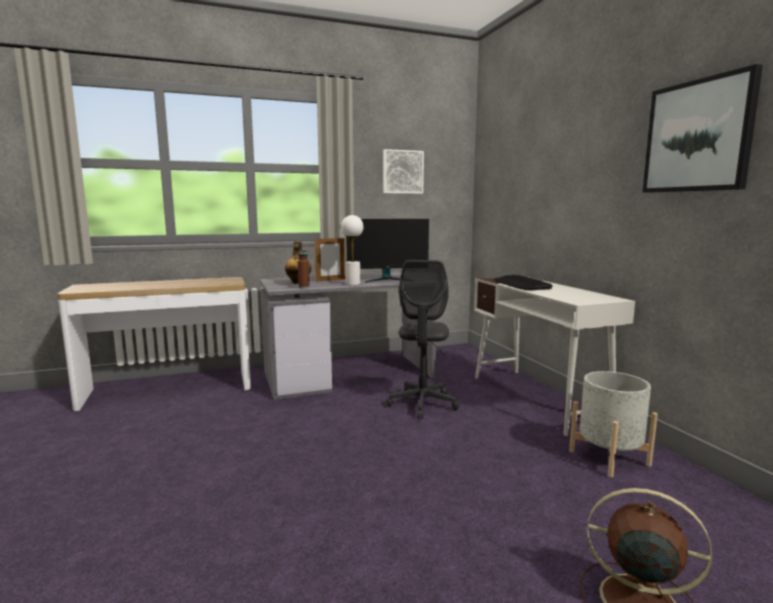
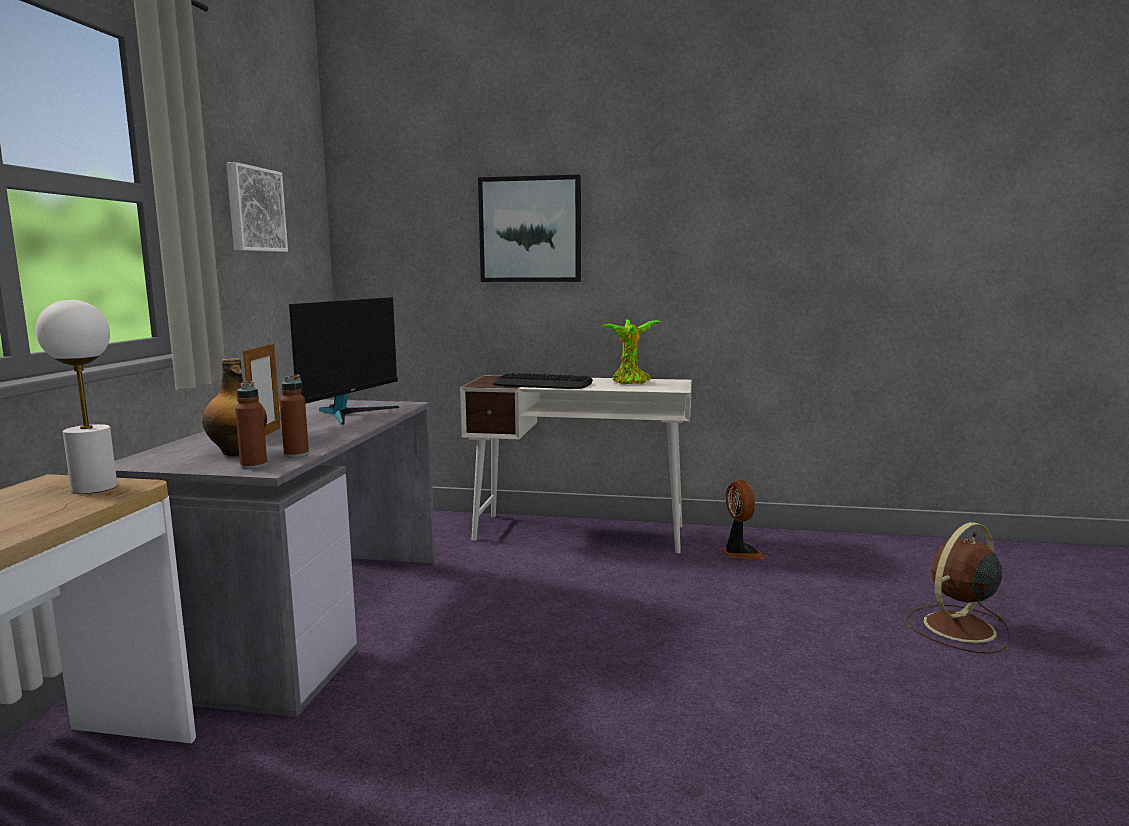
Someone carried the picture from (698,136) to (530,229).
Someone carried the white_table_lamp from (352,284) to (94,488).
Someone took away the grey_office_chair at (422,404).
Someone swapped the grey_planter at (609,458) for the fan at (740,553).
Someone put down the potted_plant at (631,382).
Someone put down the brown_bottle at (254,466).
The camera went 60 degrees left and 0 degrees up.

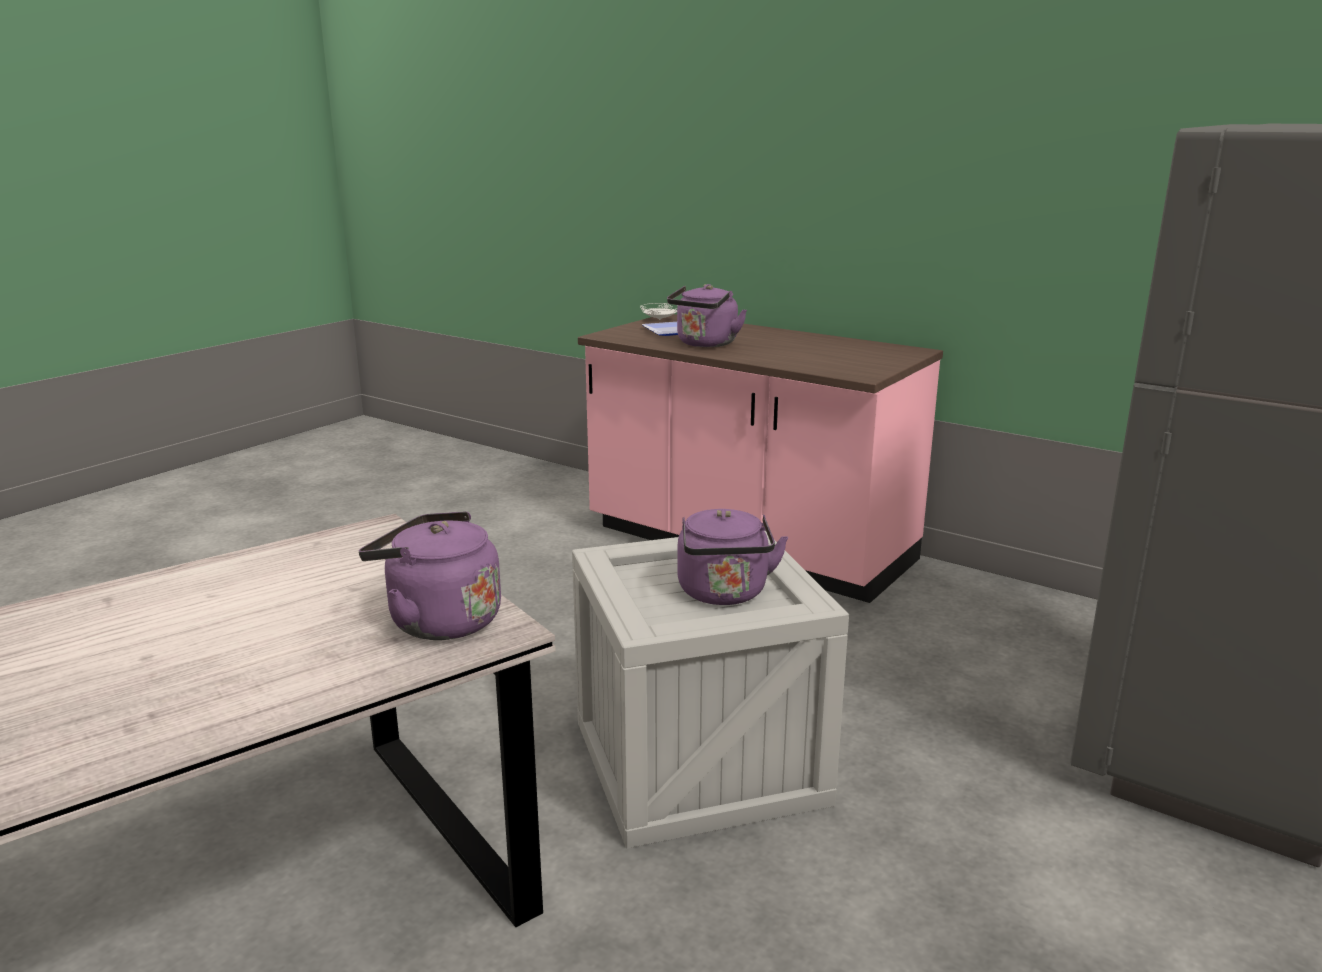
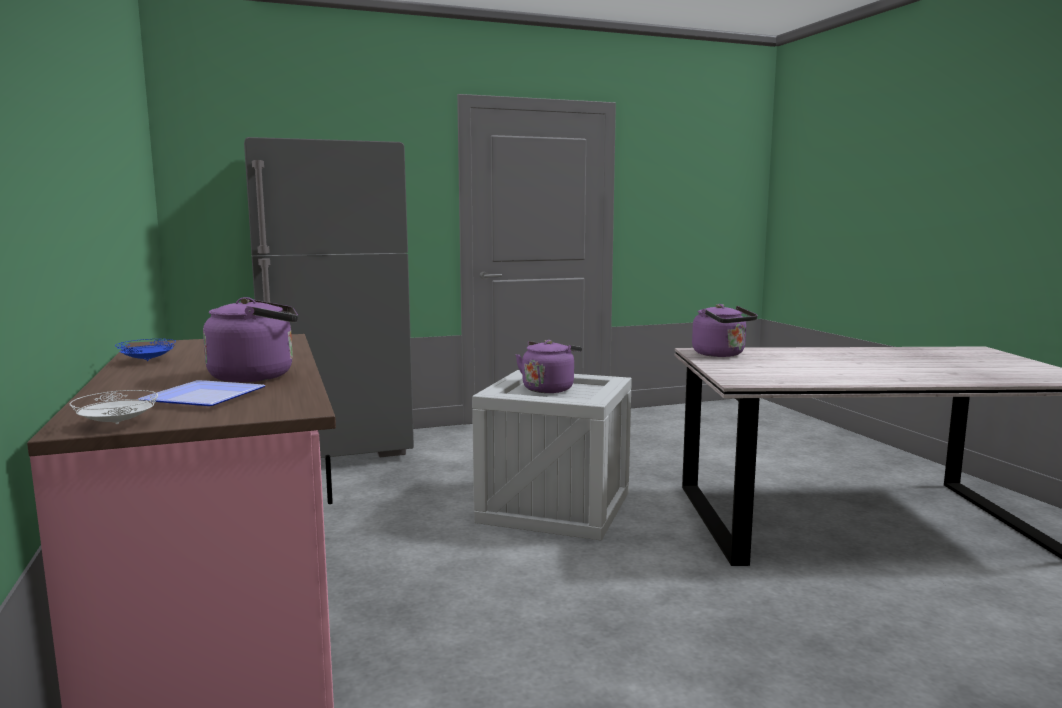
Someone put down the blue_plate at (147,361).
The camera went 145 degrees left and 10 degrees down.

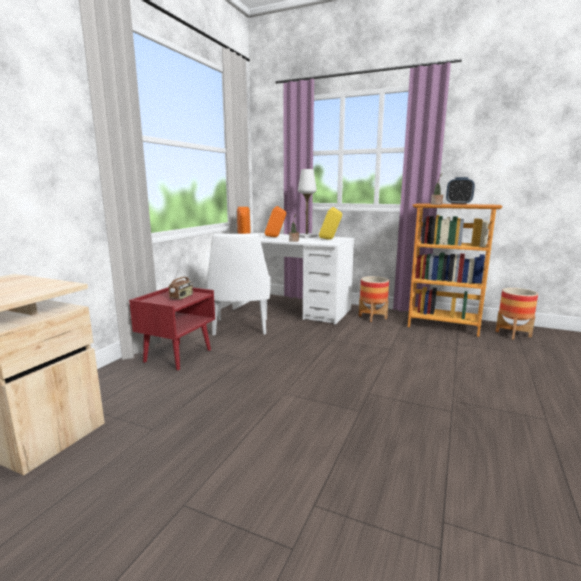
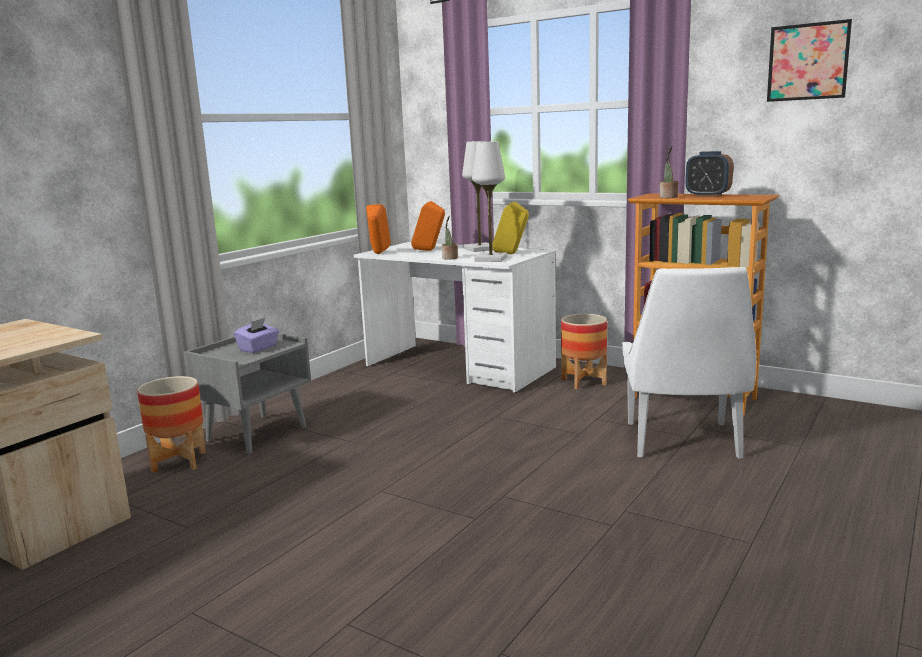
Someone carried the white_chair from (240,327) to (683,442).
Someone swapped the radio at (182,297) for the purple_tissue_box at (258,348).
Someone repainted the red_nightstand at (178,355), which became the grey_nightstand at (257,433).
Someone carried the planter from (513,334) to (179,462).
Someone put up the picture at (808,62).
Someone put down the white_table_lamp at (491,259).
The camera went 10 degrees right and 0 degrees up.

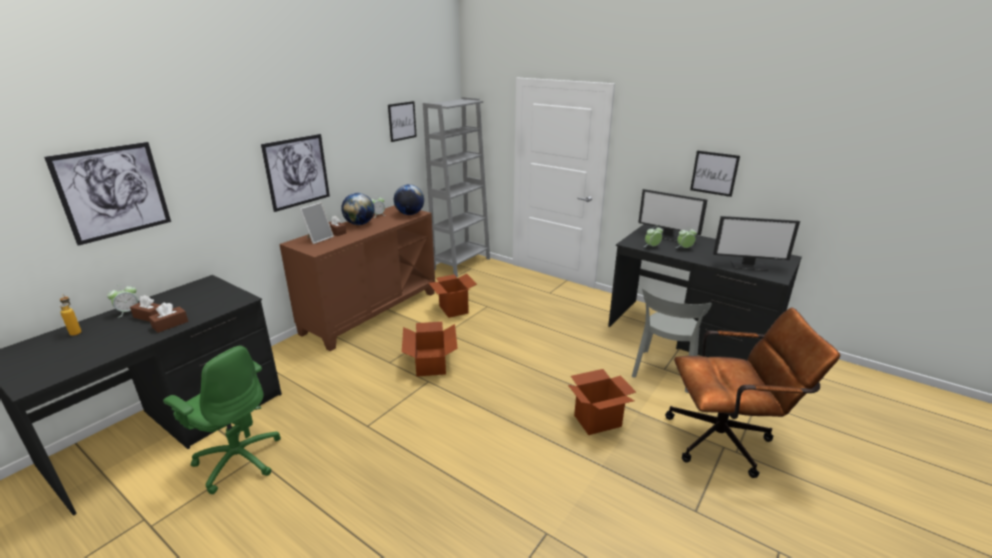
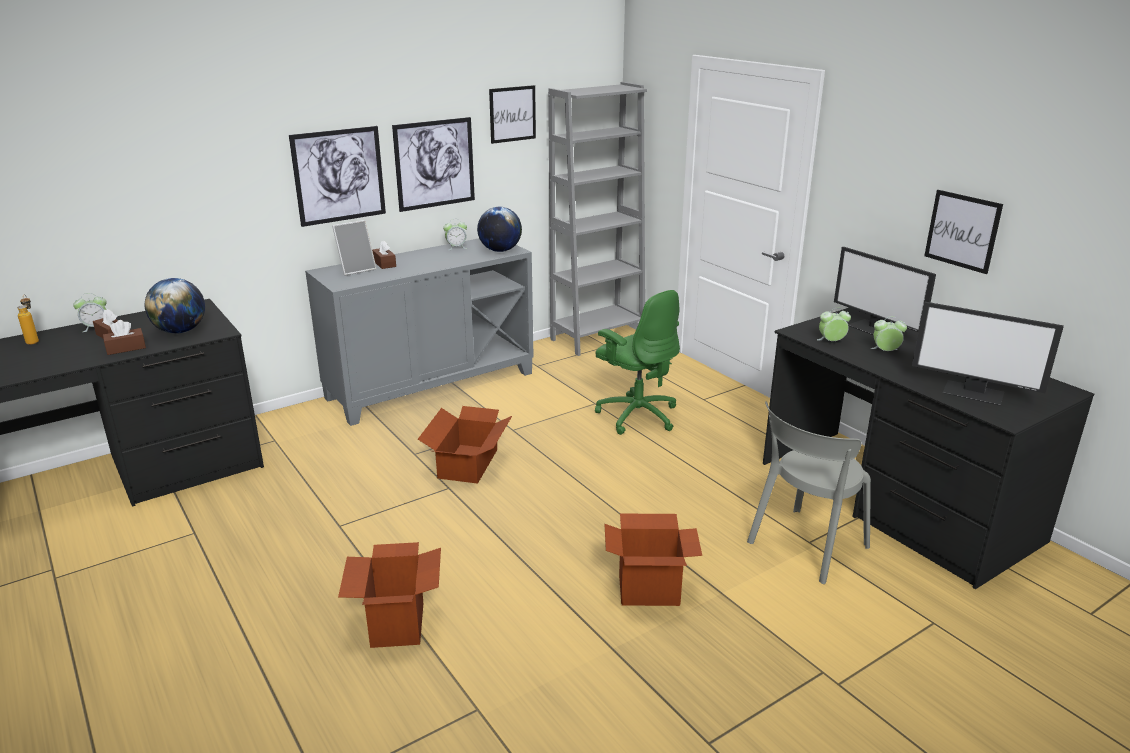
Someone carried the picture from (113,192) to (434,164).
Someone carried the globe from (359,224) to (180,331).
Someone repainted the brown_cabinet at (371,312), which became the grey_cabinet at (431,385).
Someone carried the cardboard_box from (453,309) to (397,624).
Someone took away the brown_office_chair at (727,440).
Someone carried the green_office_chair from (238,459) to (637,415).
The camera went 20 degrees right and 0 degrees up.

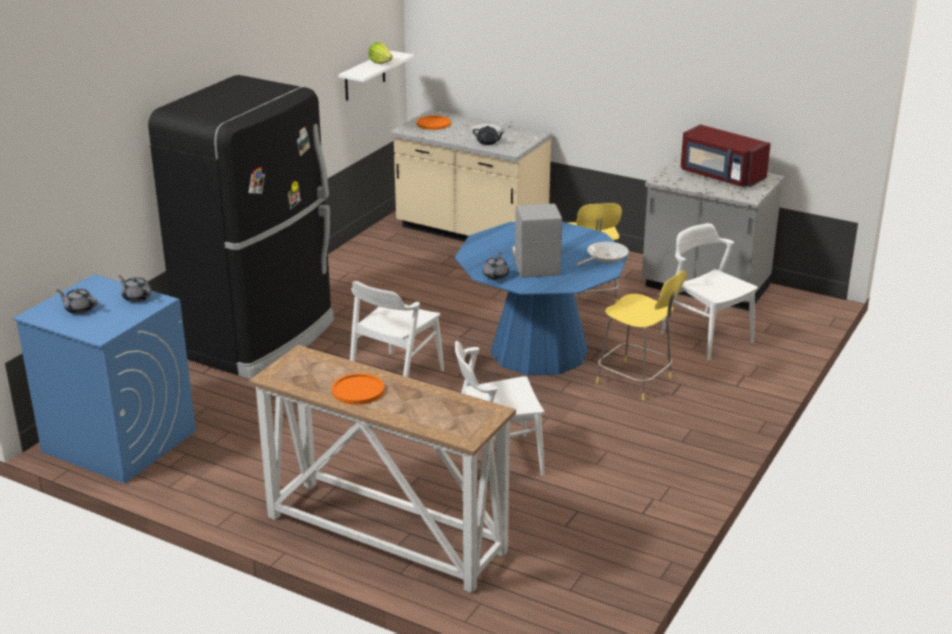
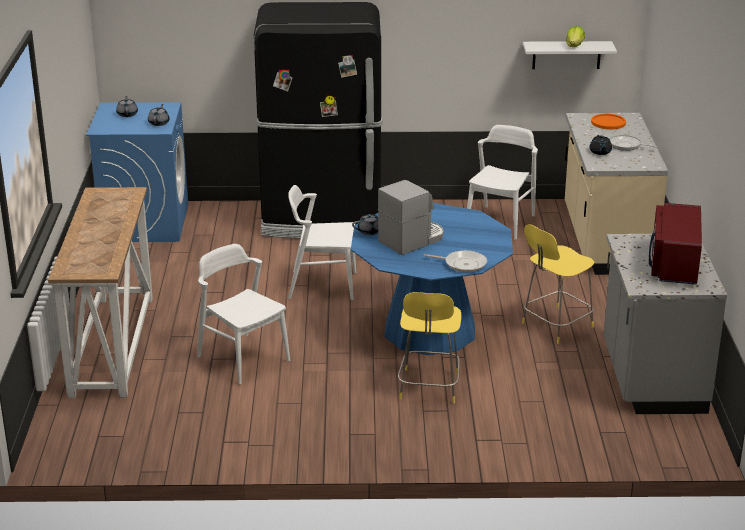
Someone carried the white_chair from (706,337) to (500,222).
Someone took away the orange_plate at (358,390).
The camera went 60 degrees right and 0 degrees up.

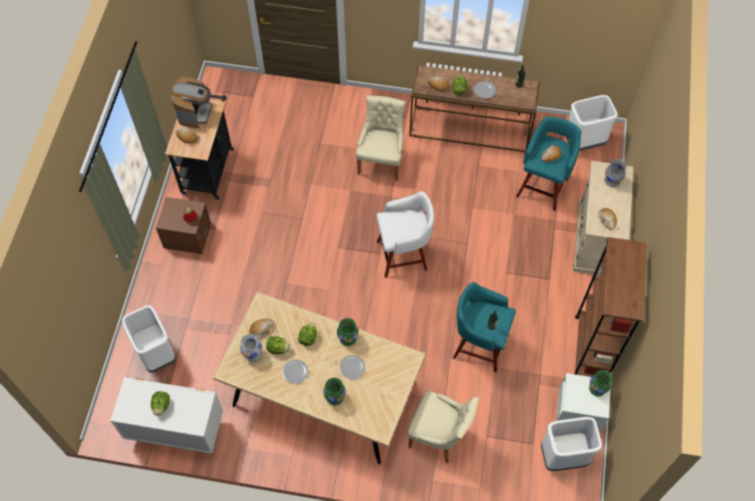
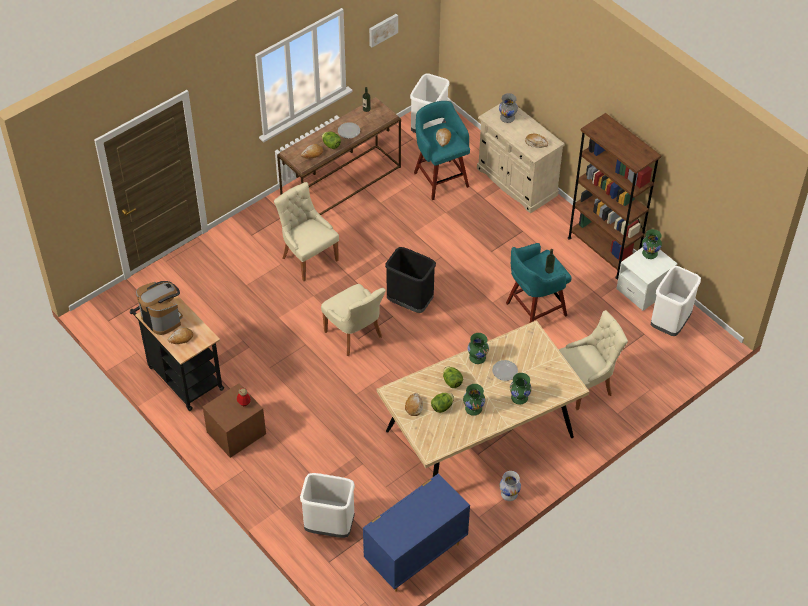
Someone swapped the white_stool at (403,255) for the black_trash_can at (410,302).
Someone carried the white_vase from (252,354) to (509,494).
Someone swapped the plate at (294,372) for the green_vase at (473,409).
Someone repainted the white_dresser at (176,430), which became the blue_dresser at (415,556).
Someone took away the lettuce at (161,405).
Someone put up the picture at (382,29).
Someone put down the beige_chair at (355,335).
The camera went 50 degrees left and 10 degrees down.

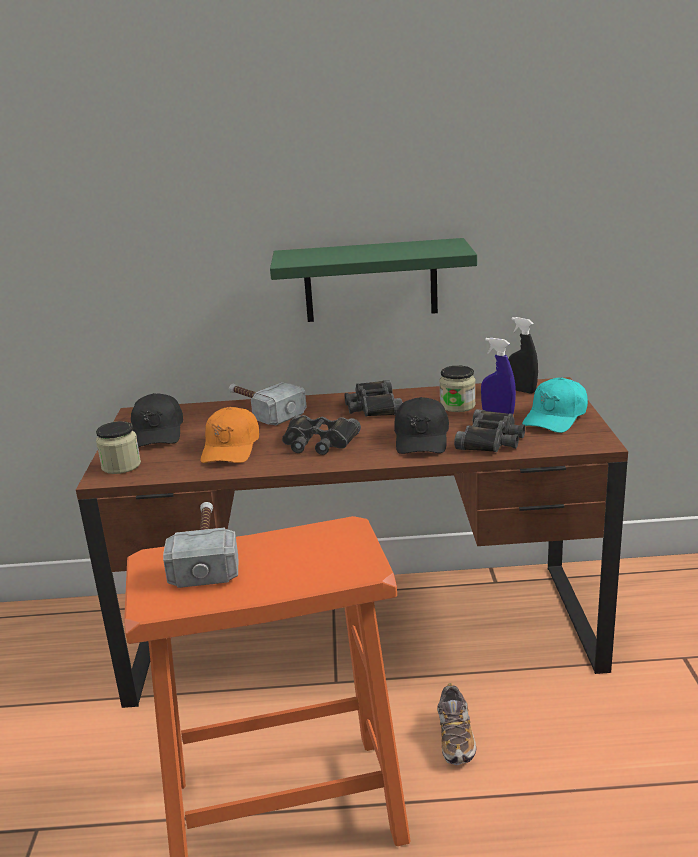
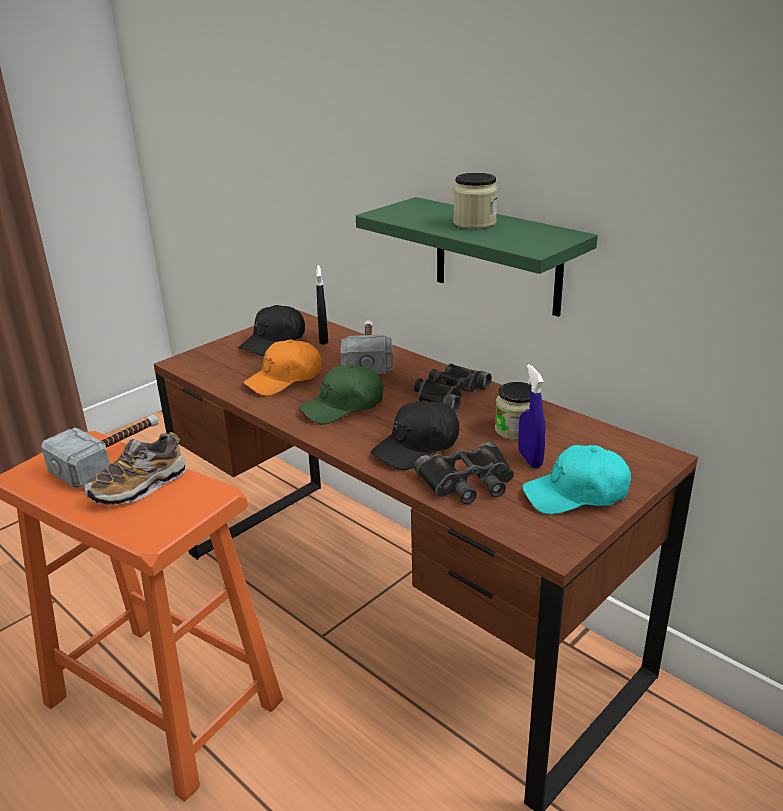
Someone carried the black_spray_bottle from (521,390) to (323,339).
Someone swapped the black_binoculars at (318,442) for the green_cap at (343,406).
Someone carried the jar from (121,465) to (474,223).
Someone carried the shoe from (455,738) to (139,487).
The camera went 45 degrees right and 5 degrees up.

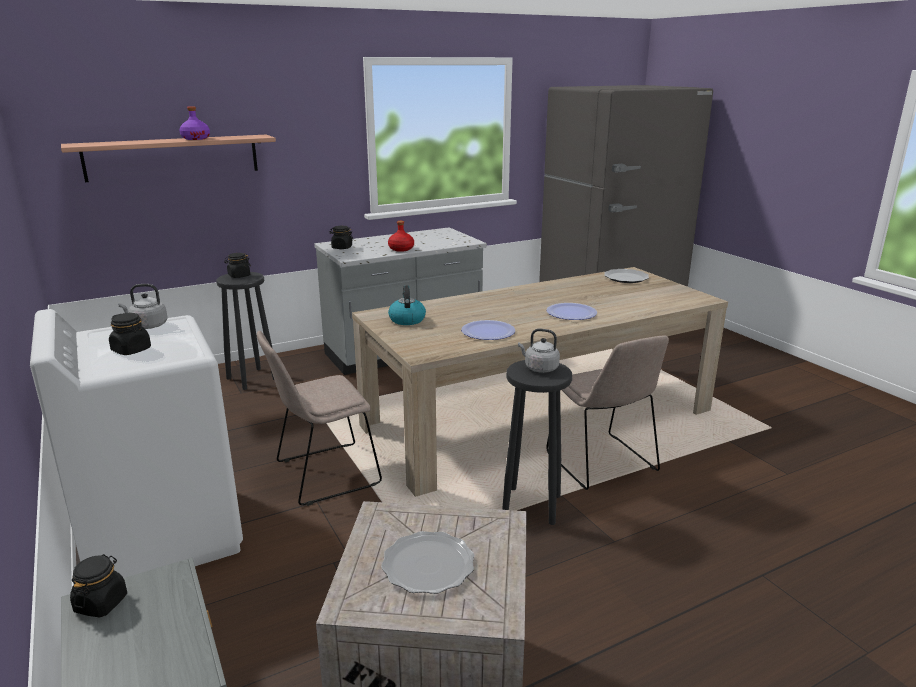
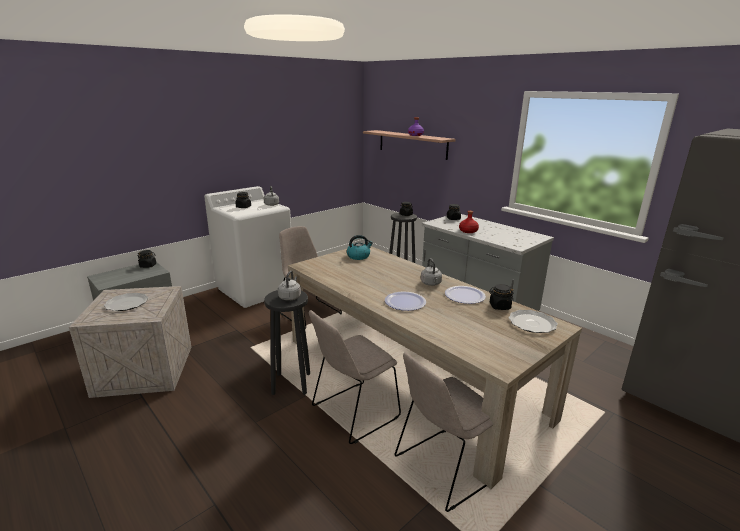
Someone carried the plate from (488,332) to (464,296).
Someone put down the grey_kettle at (431,284).
Someone put down the black_jar at (499,306).
Someone put down the beige_chair at (443,468).
The camera went 75 degrees right and 0 degrees up.

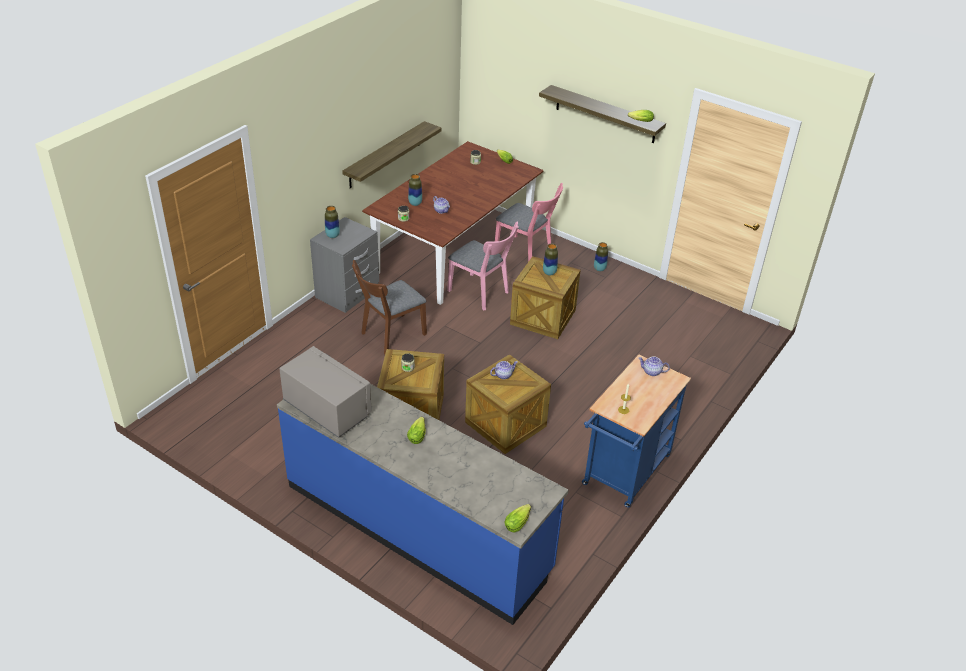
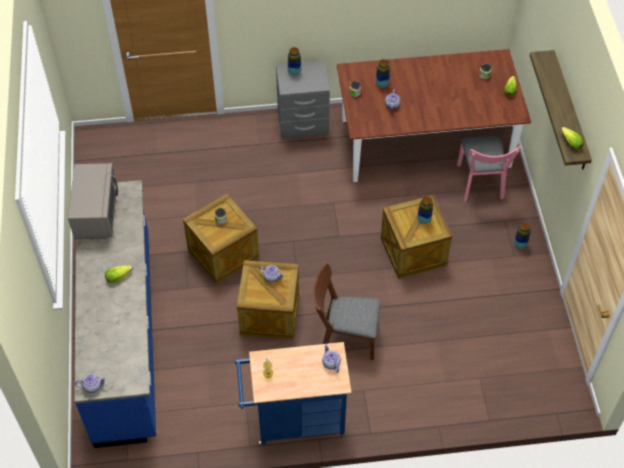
Someone took away the shelf at (385,155).
Someone took away the pink_chair at (481,293).
Someone carried the brown_chair from (389,336) to (344,337).
Someone swapped the lettuce at (518,522) for the teapot at (92,386).
The camera went 50 degrees right and 15 degrees up.

